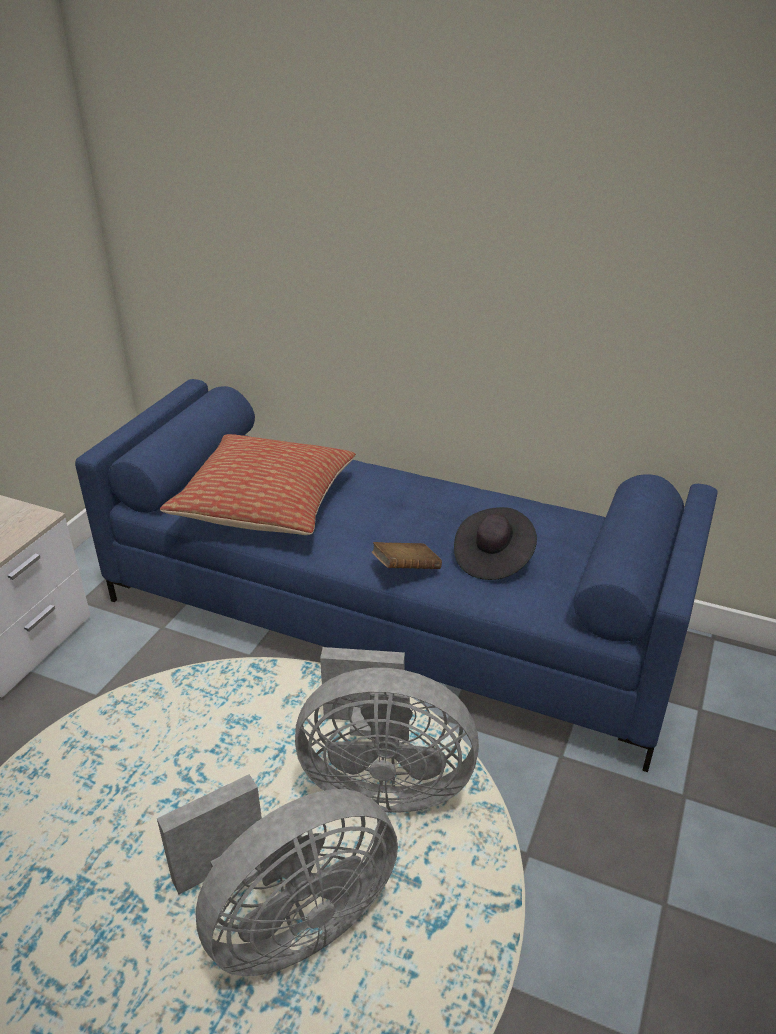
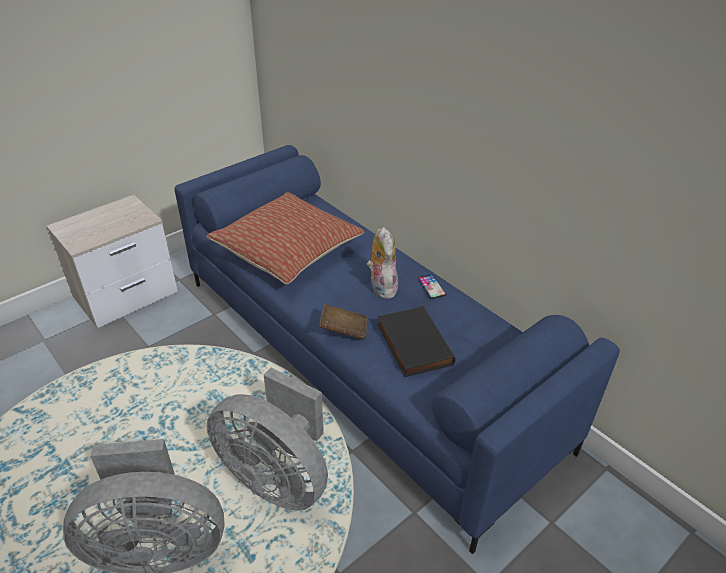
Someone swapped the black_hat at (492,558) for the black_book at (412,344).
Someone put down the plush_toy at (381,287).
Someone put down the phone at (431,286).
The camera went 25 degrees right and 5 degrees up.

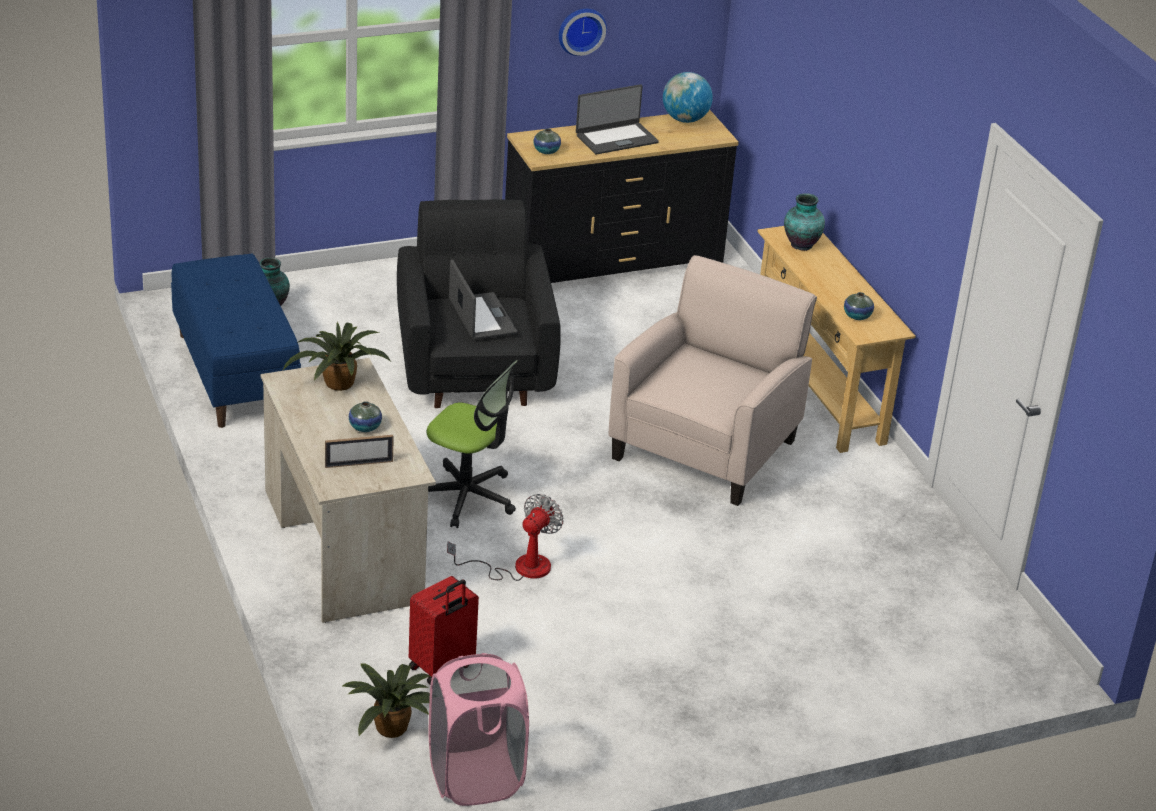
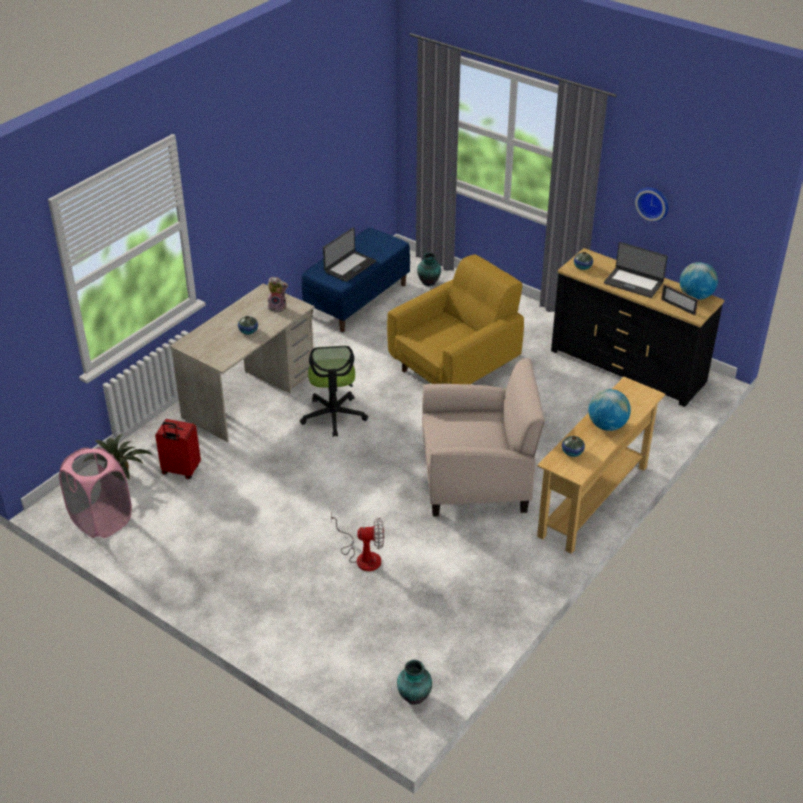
Someone carried the vase from (800,245) to (413,696).
Someone repainted the black_armchair at (474,366), which became the yellow_armchair at (456,366).
Someone carried the laptop from (481,317) to (349,266).
Someone swapped the potted_plant at (337,384) for the plush_toy at (278,307).
Someone carried the picture_frame from (359,464) to (678,307).
Someone carried the fan from (518,567) to (362,556).
Someone put down the globe at (607,425).
The camera went 60 degrees right and 5 degrees up.

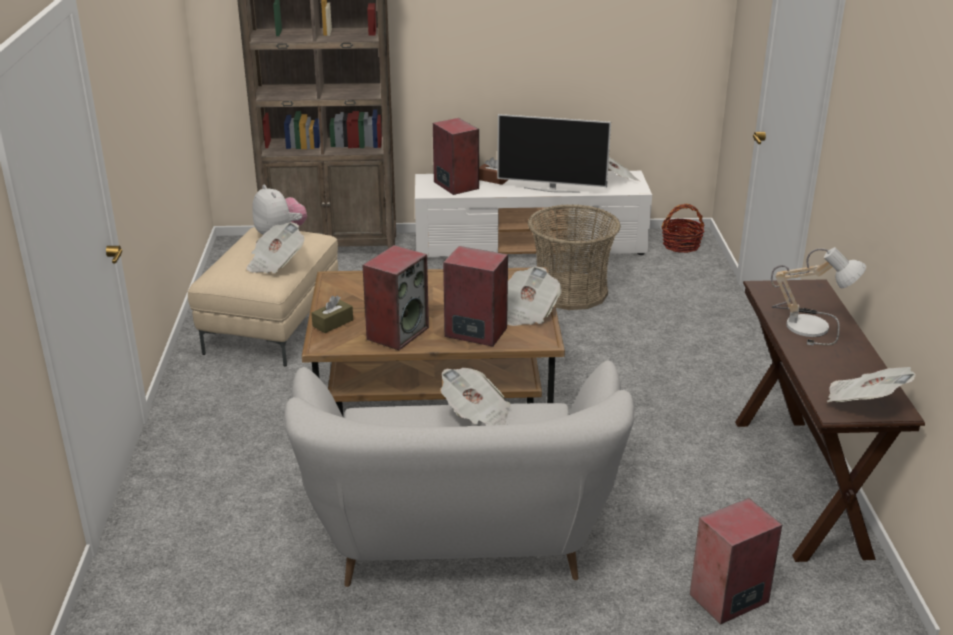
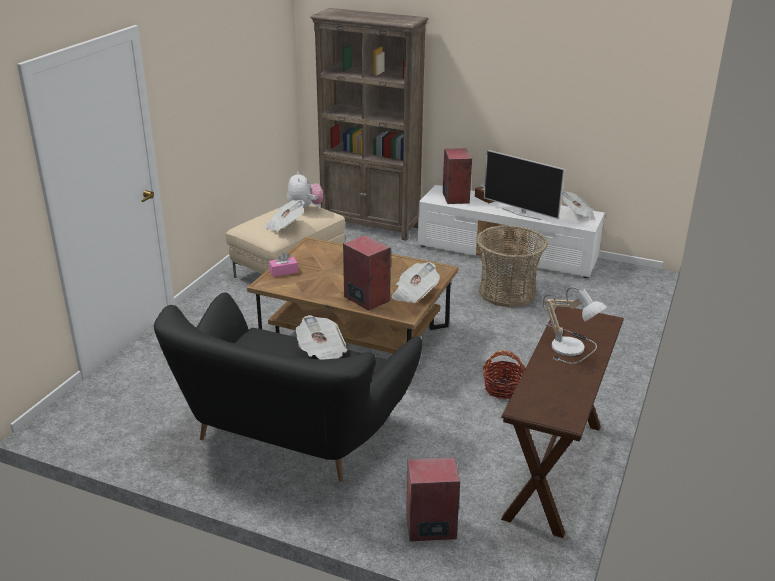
Someone carried the basket from (681,245) to (503,389).
Someone took away the speaker at (397,333).
Someone repainted the brown_tissue_box at (333,323), which became the pink_tissue_box at (283,271).
Someone repainted the white_sofa at (459,538), which became the black_sofa at (290,432).
Someone took away the newspaper at (863,402).
The camera went 25 degrees right and 0 degrees up.

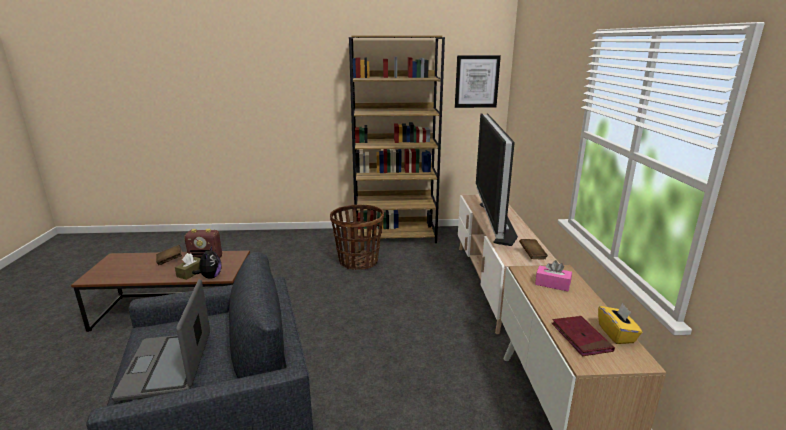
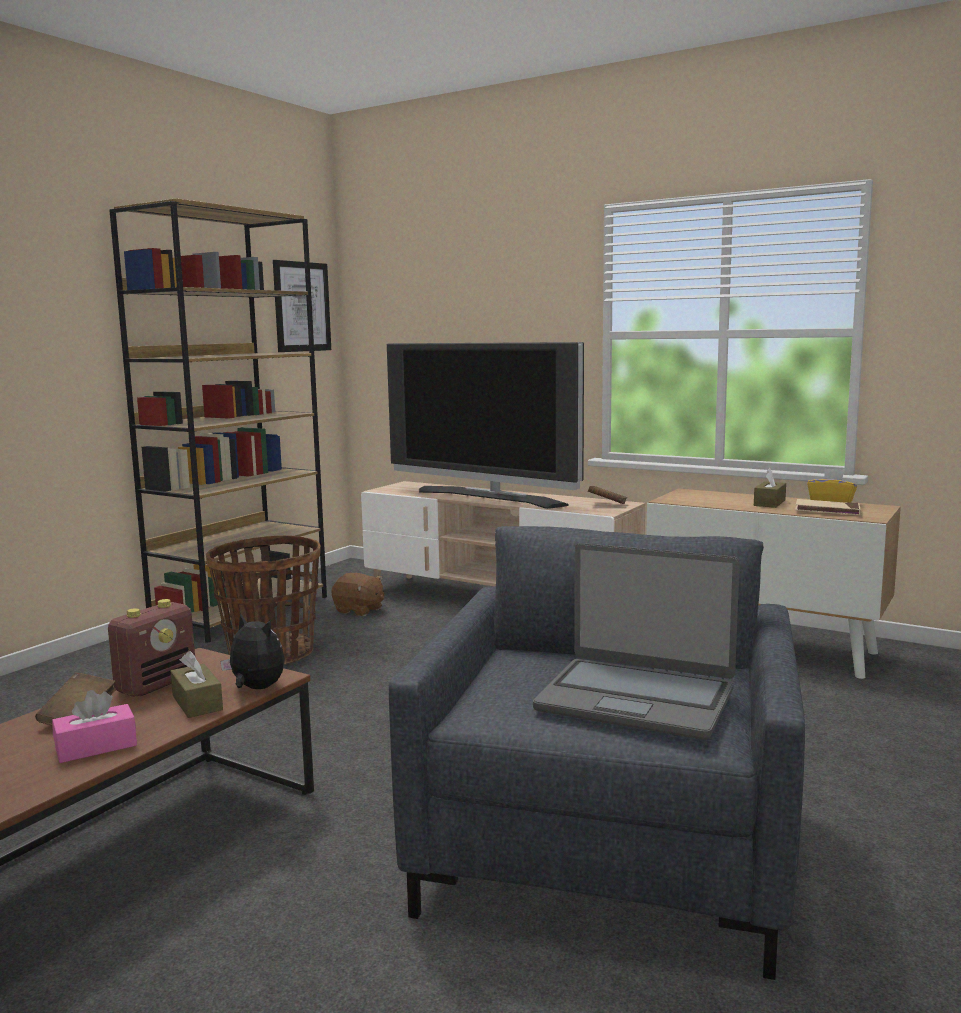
Someone carried the pink_tissue_box from (552,284) to (96,747).
Someone repainted the red_book at (581,338), which became the beige_book at (827,511).
Someone put down the brown_tissue_box at (769,503).
Someone put down the brown_plush_toy at (359,610).
The camera went 55 degrees left and 10 degrees down.

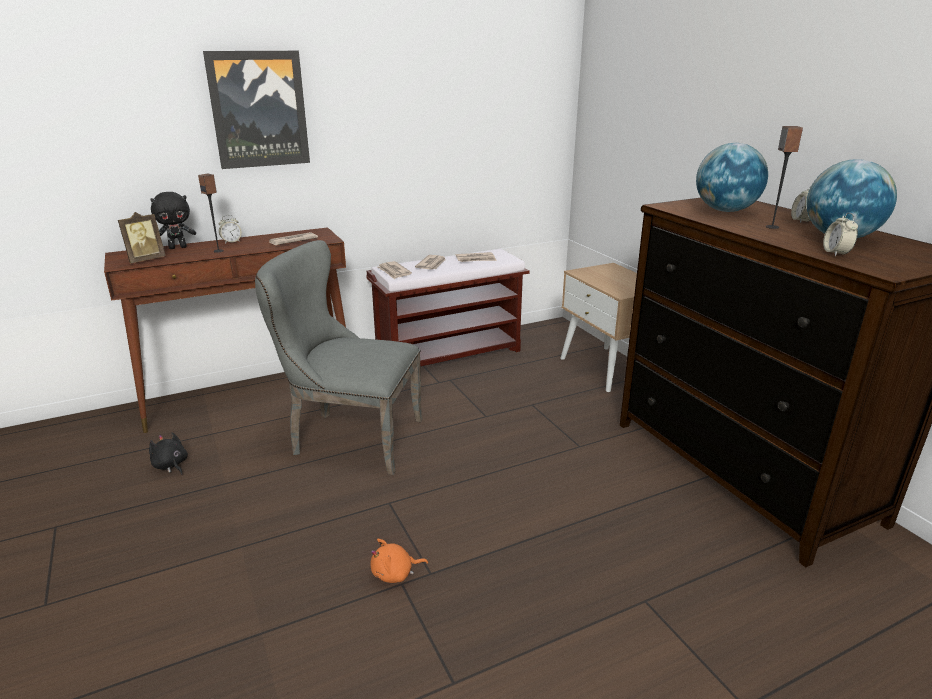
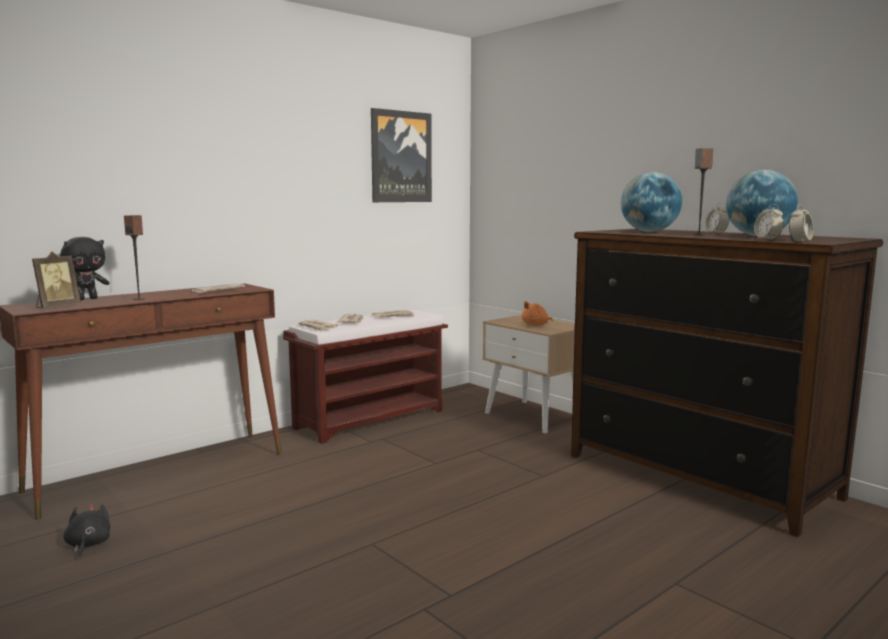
Someone carried the picture from (259,110) to (400,157).
Someone carried the alarm_clock from (231,242) to (799,241).
Someone took away the grey_chair at (349,438).
Someone rotated the black_plush_toy at (171,465) by 45 degrees clockwise.
Someone carried the orange_plush_toy from (395,574) to (536,325).
The camera went 15 degrees left and 15 degrees down.

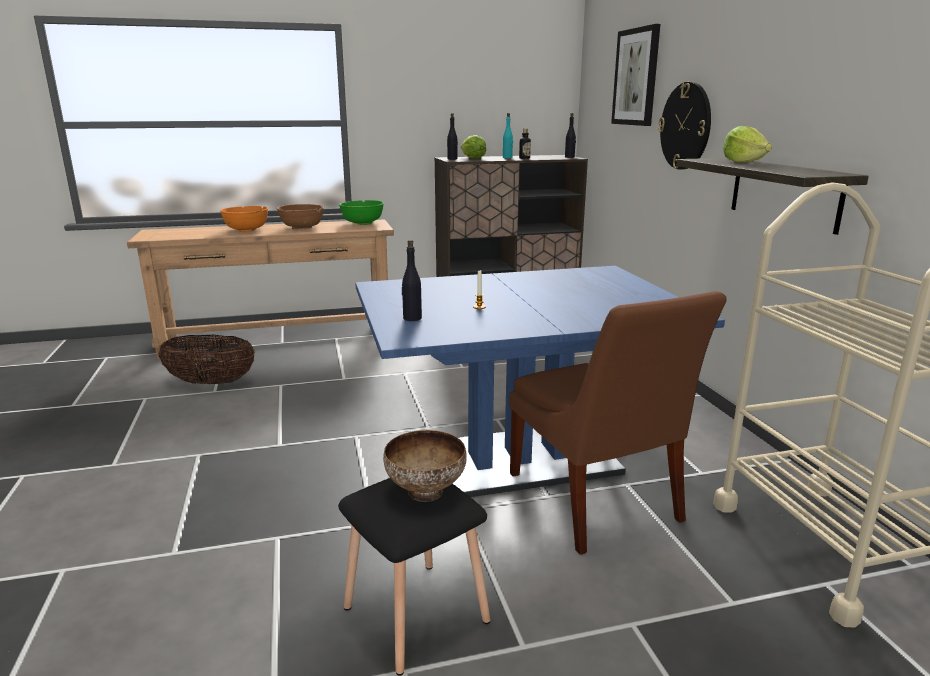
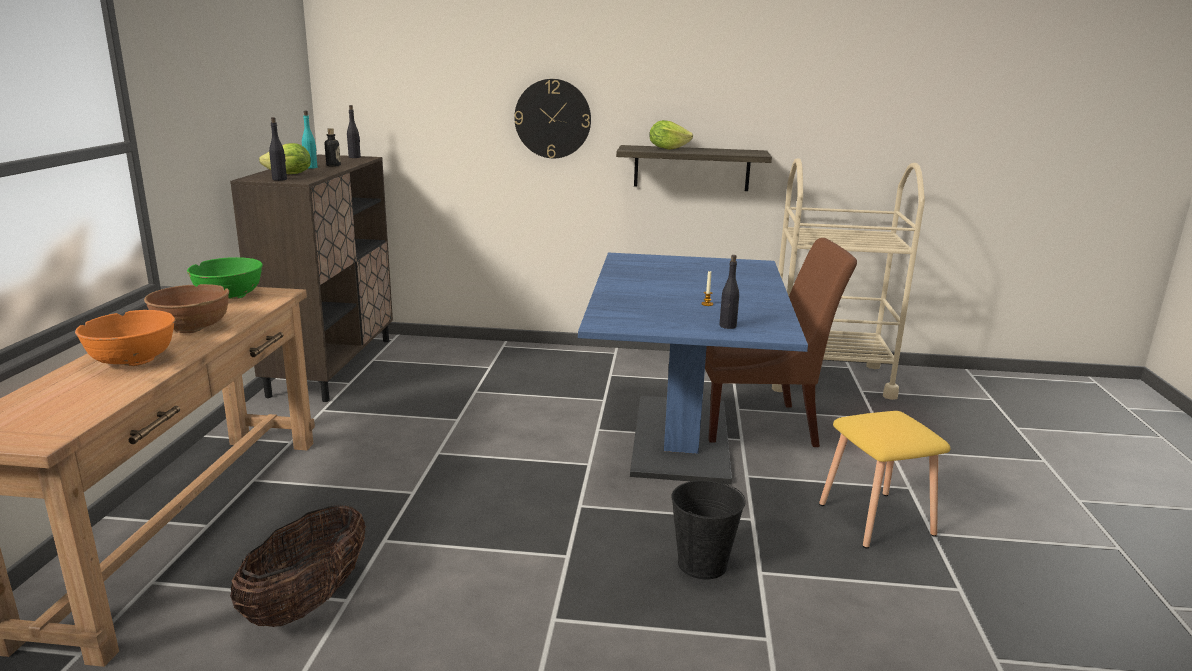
Someone took away the picture at (636,77).
Someone took away the bowl at (425,493).
Someone repainted the black_stool at (414,616), which became the yellow_stool at (877,520).
Someone put down the black_bucket at (702,564).
The camera went 70 degrees left and 0 degrees up.

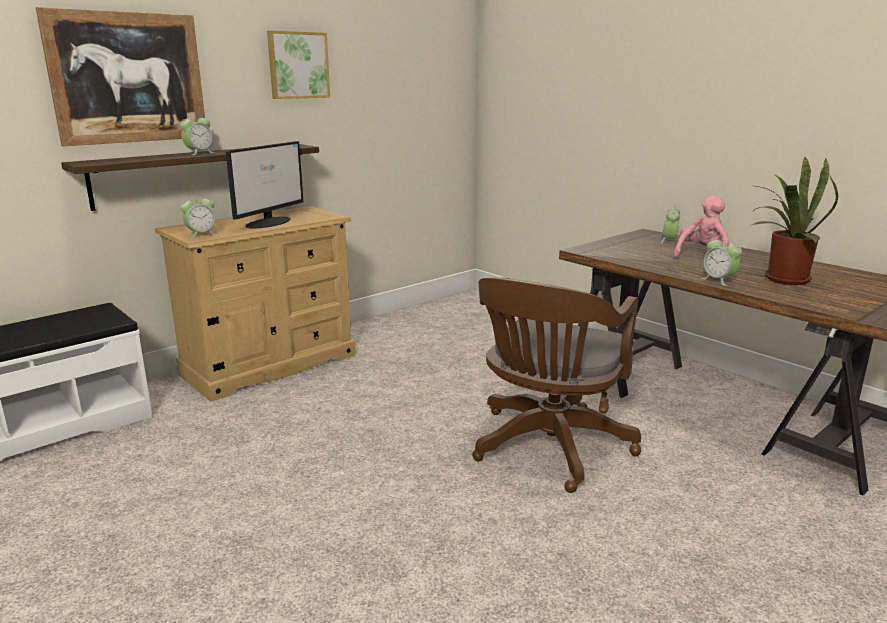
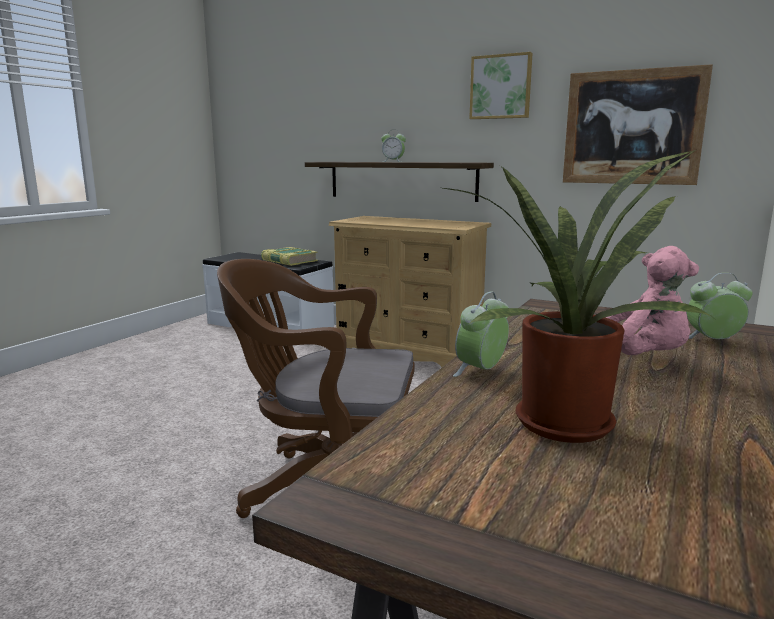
Someone carried the picture from (128,78) to (632,127).
Someone took away the monitor at (269,222).
Someone took away the alarm_clock at (201,235).
Someone put down the book at (289,261).
The camera went 70 degrees right and 5 degrees down.

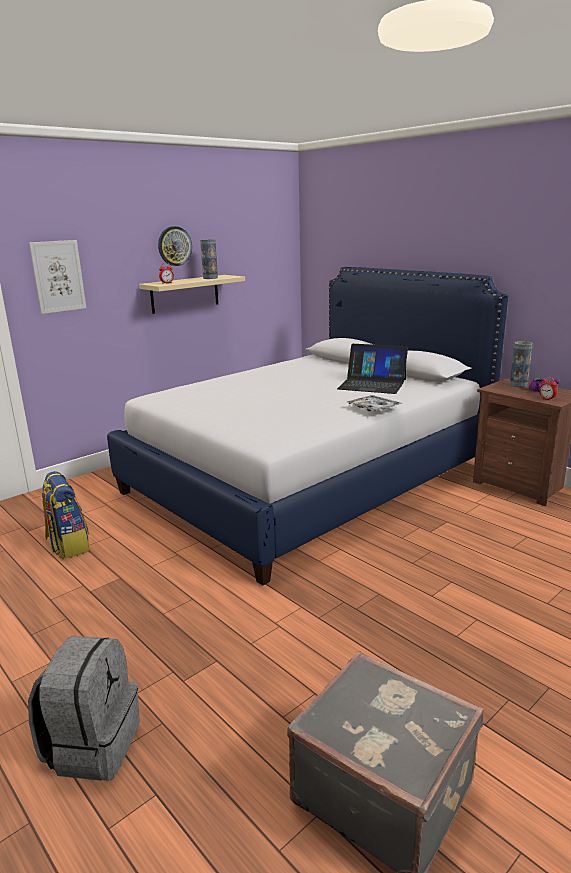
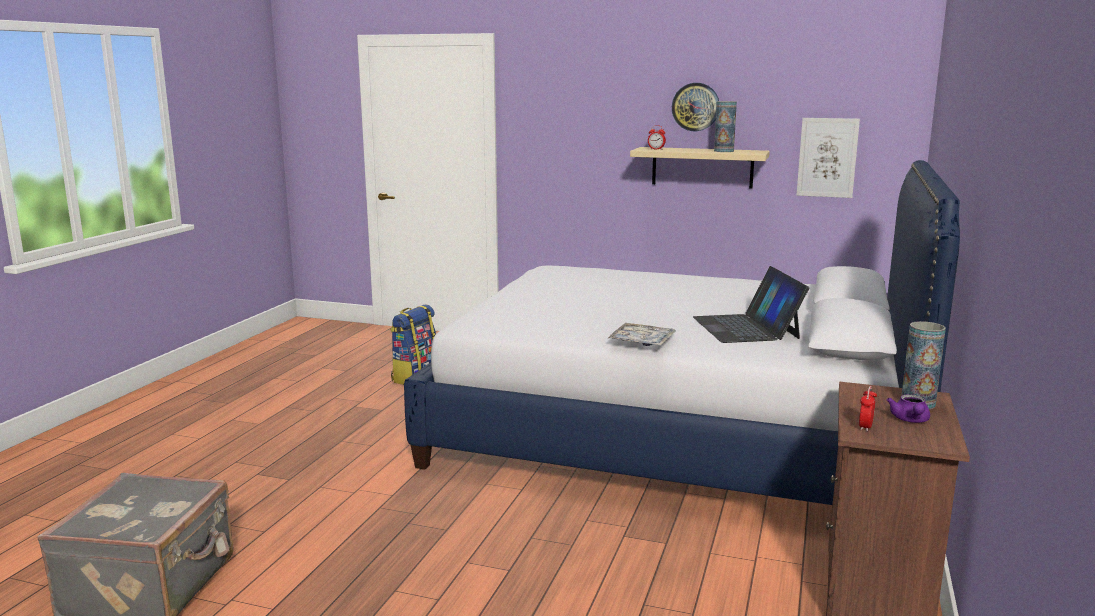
Someone carried the picture from (58,276) to (827,157).
Someone took away the grey_backpack at (93,745).
The camera went 60 degrees right and 5 degrees down.

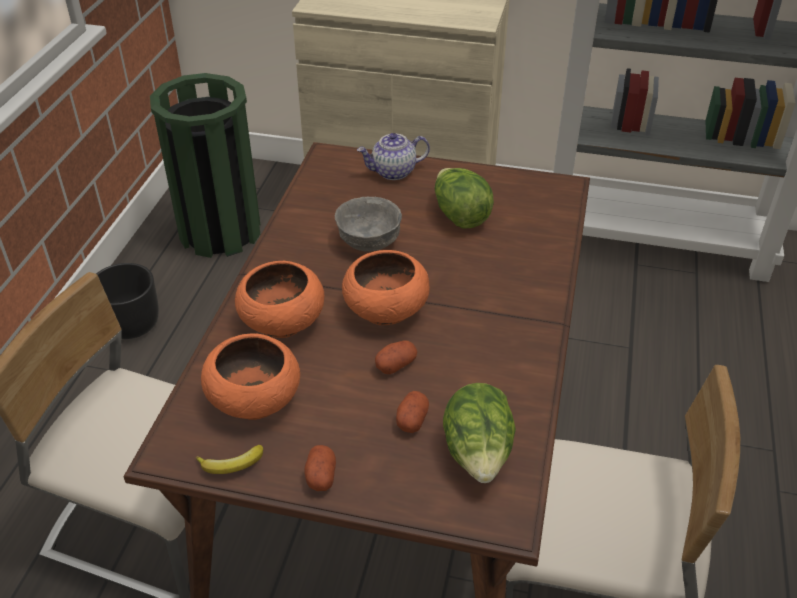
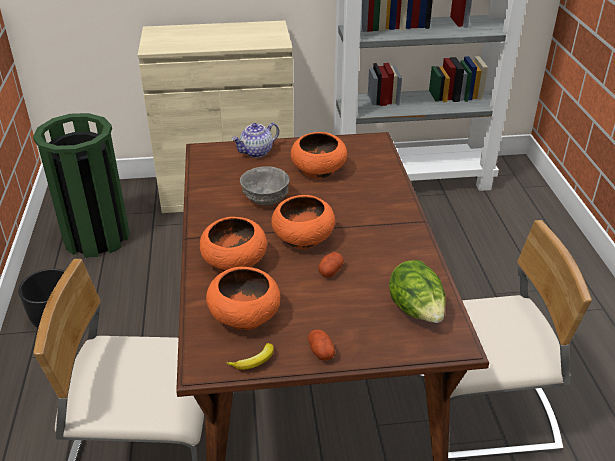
Someone swapped the lettuce at (460,216) for the orange_bowl at (318,171).
Someone took away the potato at (412,419).
The camera went 20 degrees left and 5 degrees down.

